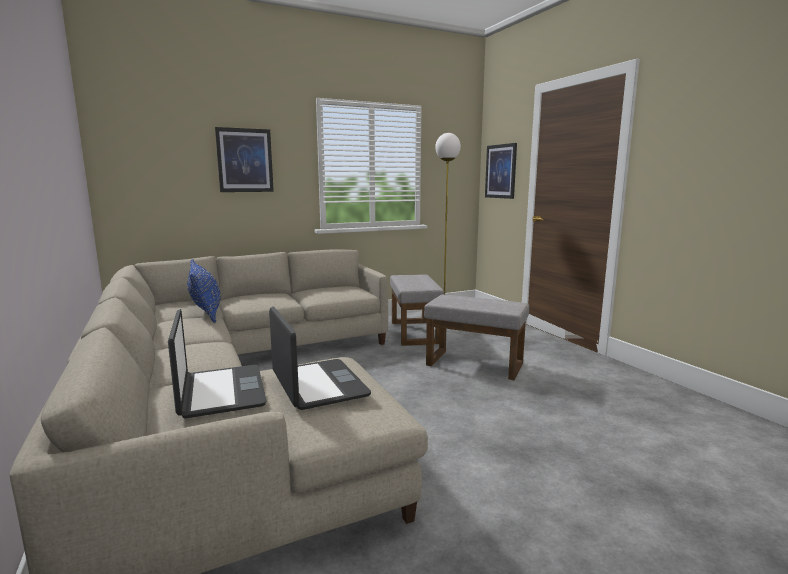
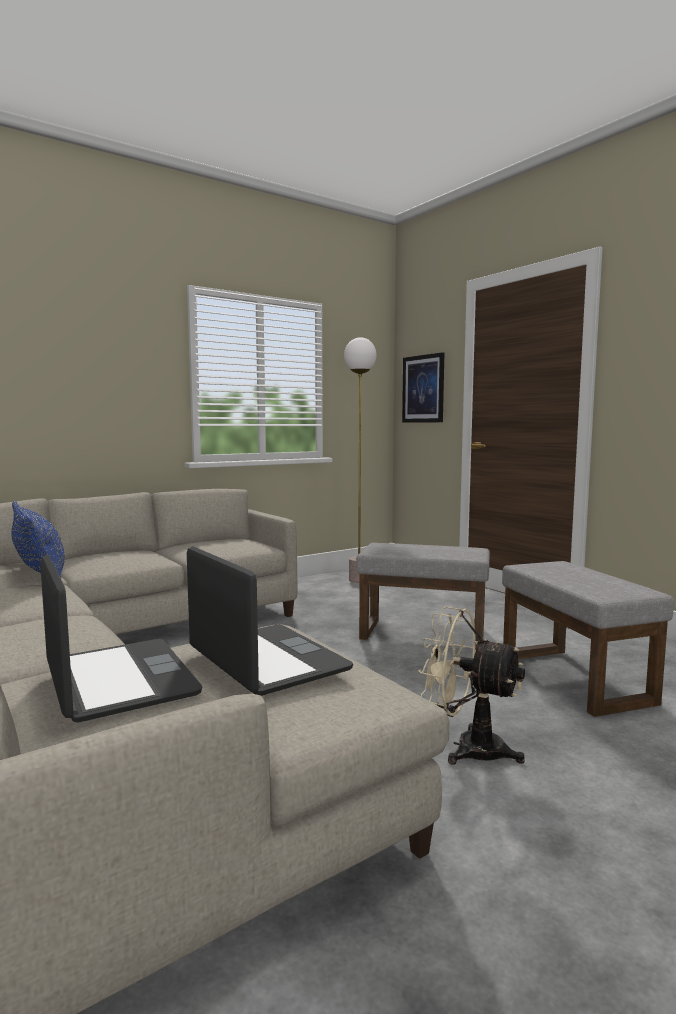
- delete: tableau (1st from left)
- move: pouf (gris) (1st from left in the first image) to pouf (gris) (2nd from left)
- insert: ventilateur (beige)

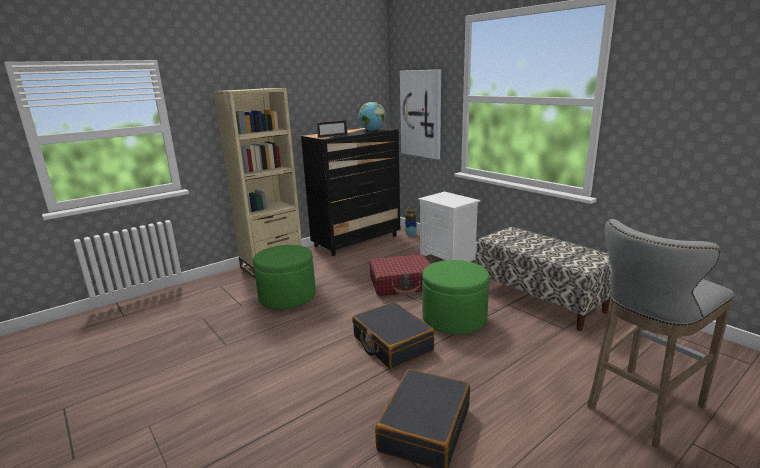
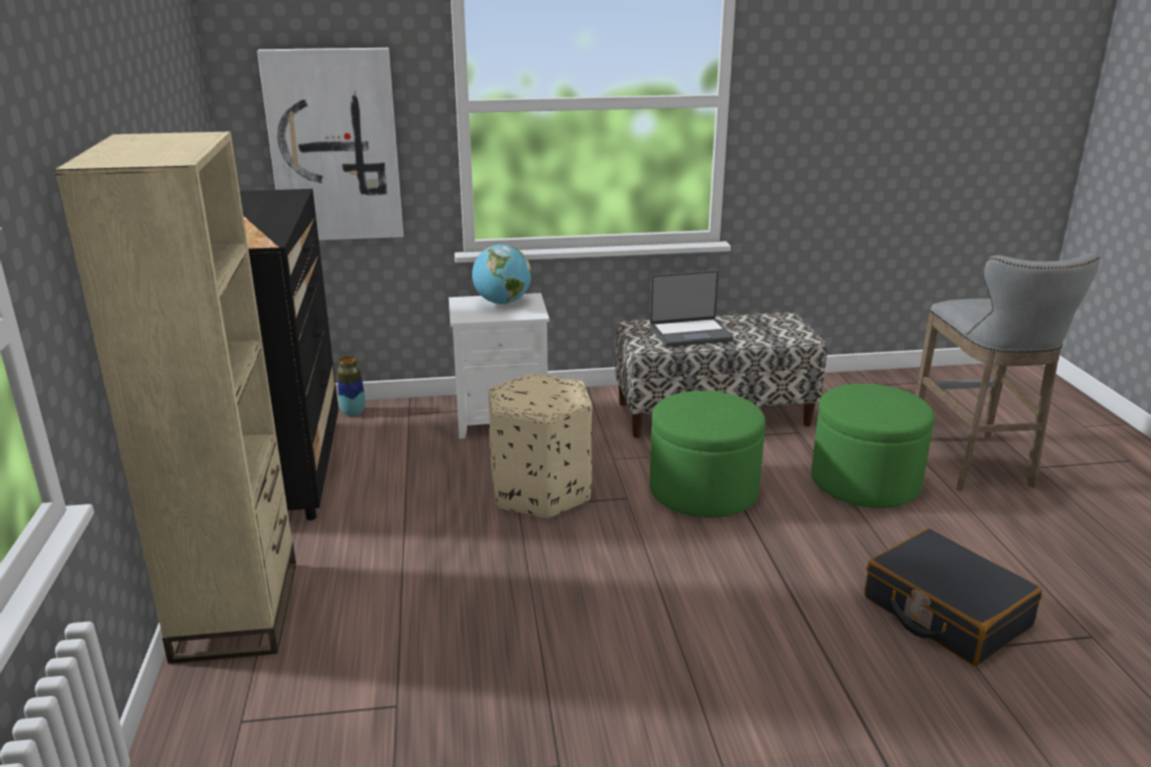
- move: globe
- delete: cadre photo
- move: pouf (vert) (1st from left in the first image) to pouf (vert) (2nd from left)
- replace: valise (rouge) to pouf (beige)
- delete: valise (noir) (1st from left)
- insert: ordinateur portable

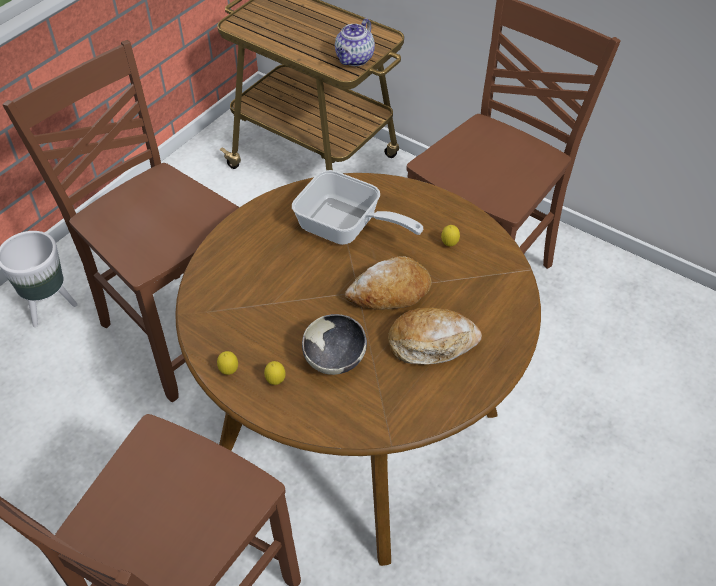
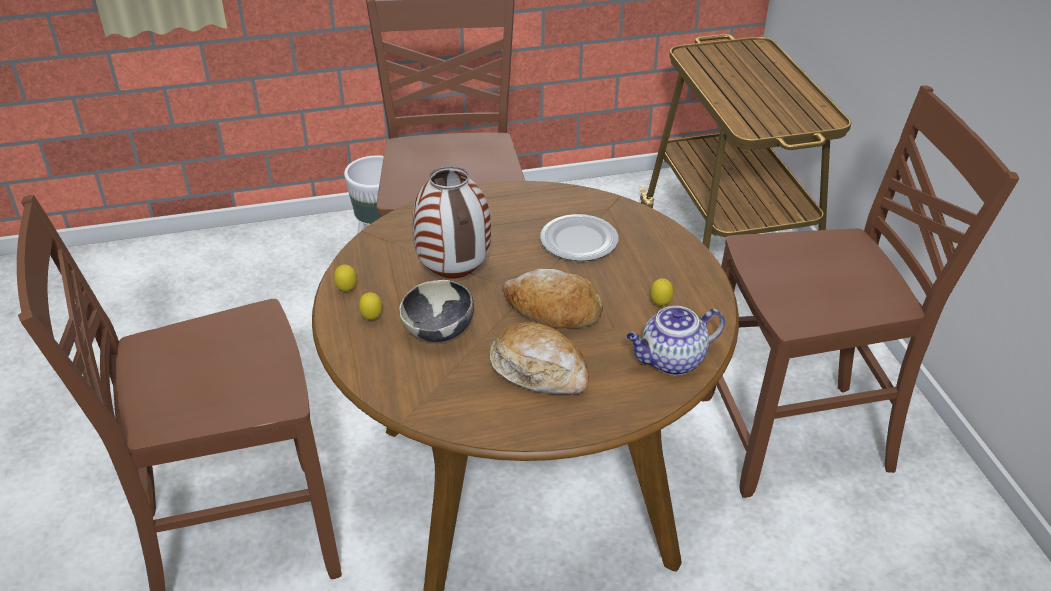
- move: théière
- replace: poêle to assiette
- insert: vase

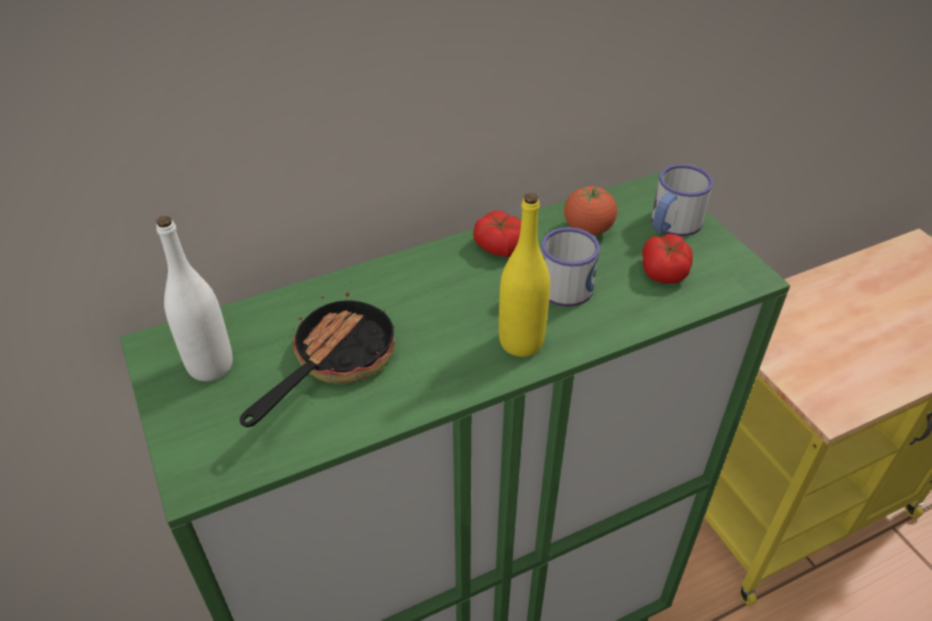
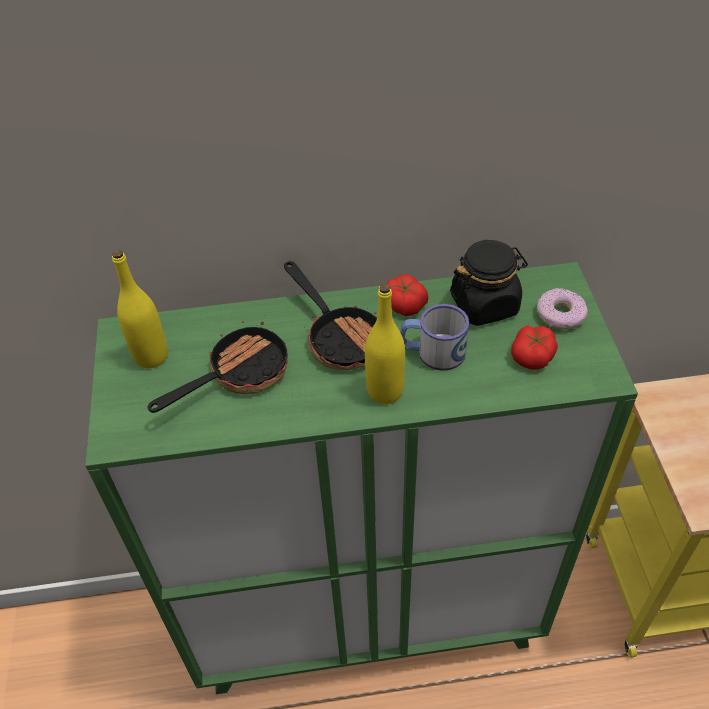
- replace: mug (2nd from left) to beignet
- replace: tomate (2nd from left) to bocal (noir)
- recolor: bouteille (blanc) to bouteille (jaune) (1st from left)
- insert: poêle (2nd from left)

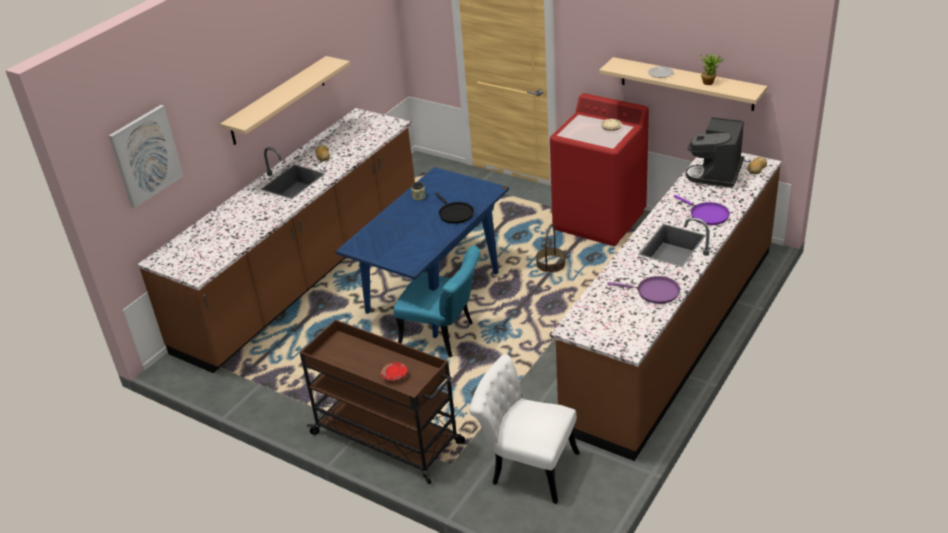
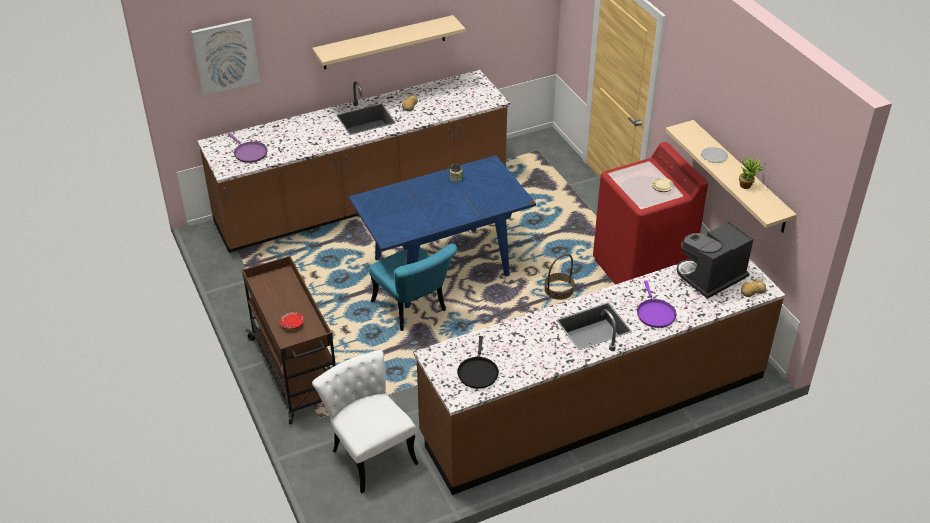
- move: poêle (noir)
- move: poêle (violet) (1st from left)

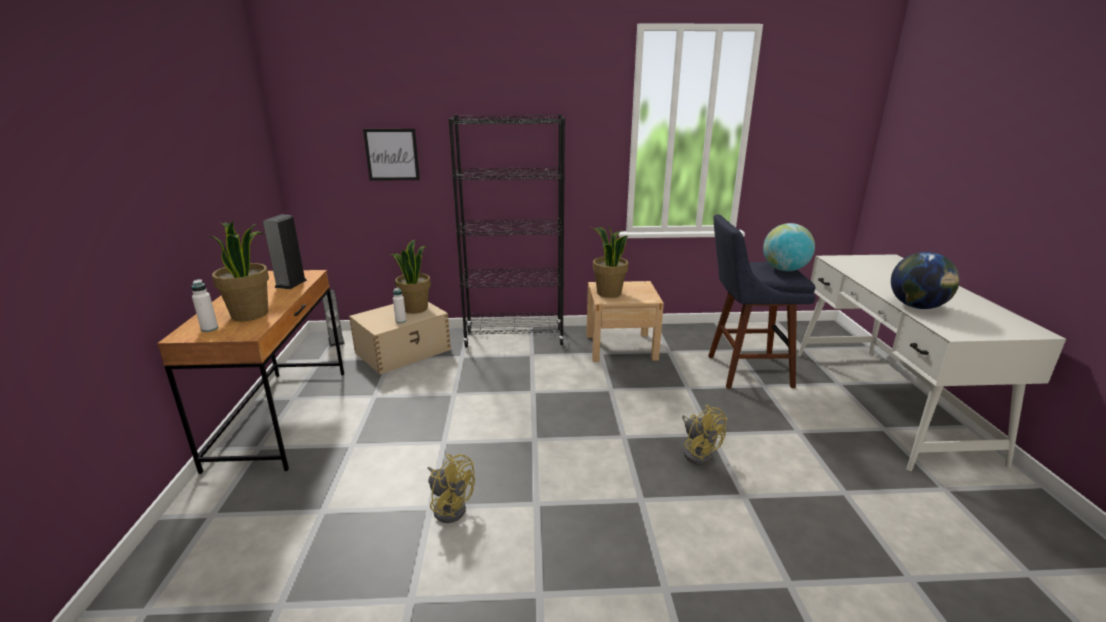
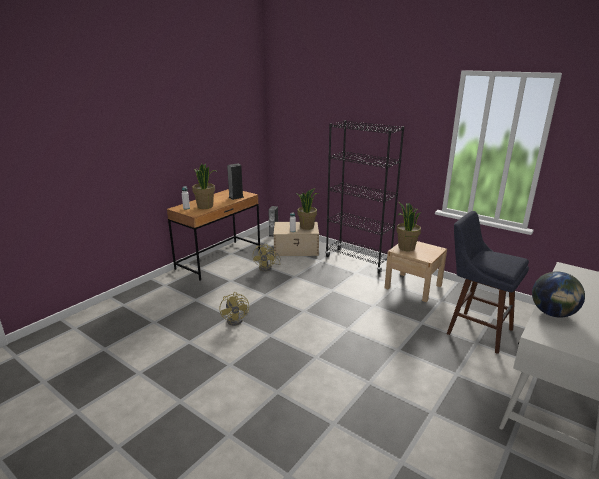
- delete: tableau
- delete: globe (1st from left)
- move: ventilateur (jaune) (2nd from left)

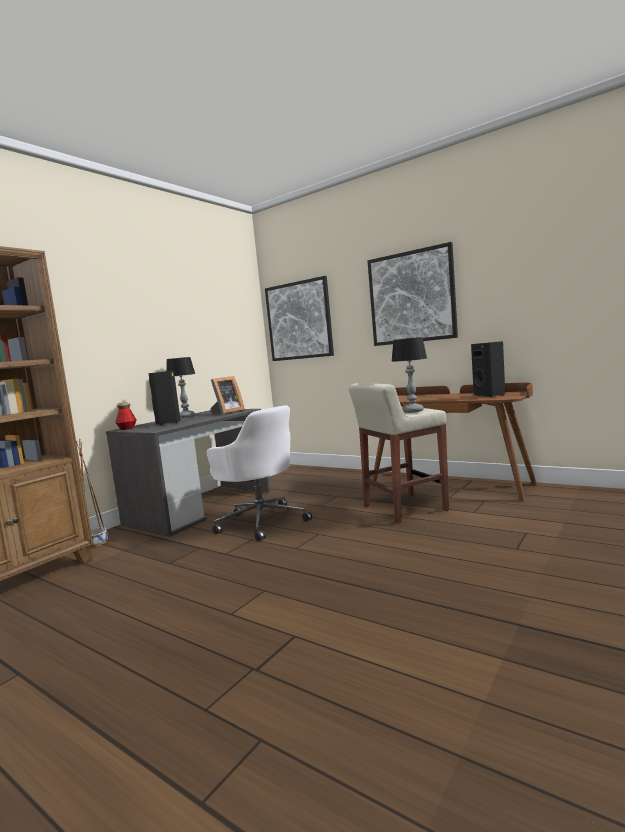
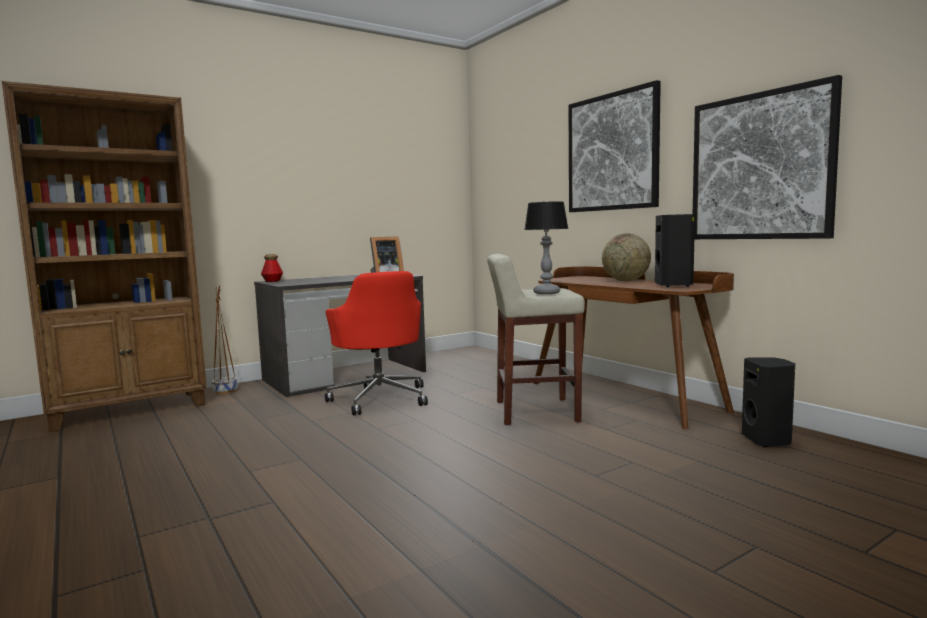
- move: tableau (1st from left in the first image) to tableau (2nd from left)
- delete: lampe de table (1st from left)
- move: enceinte (noir) (1st from left in the first image) to enceinte (noir) (2nd from left)
- recolor: chaise de bureau (blanc) to chaise de bureau (rouge)
- insert: globe

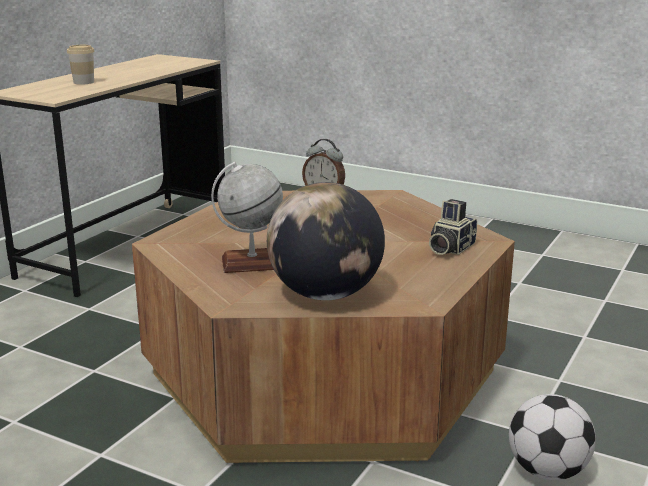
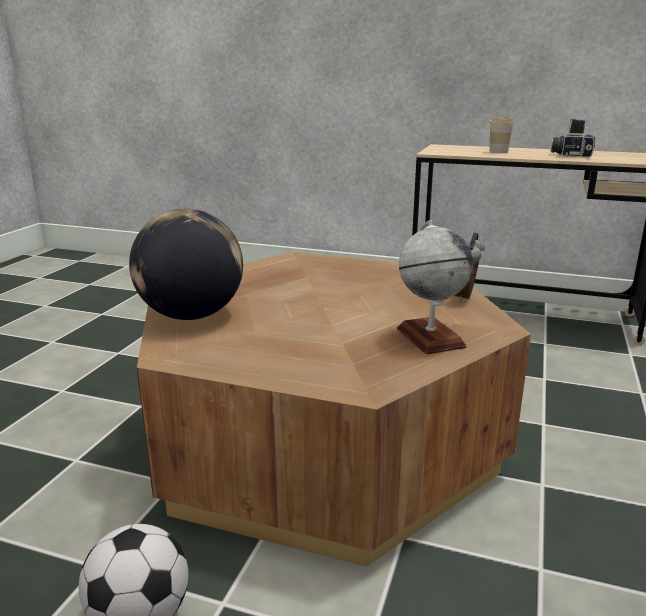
- move: globe (1st from left in the first image) to globe (2nd from left)
- move: appareil photo

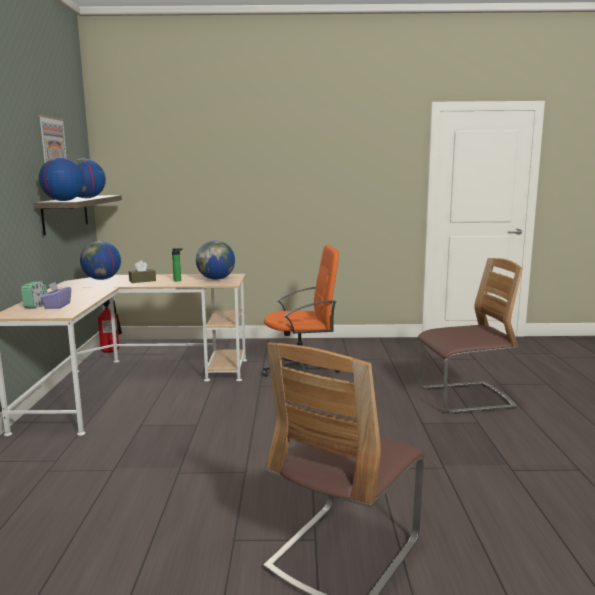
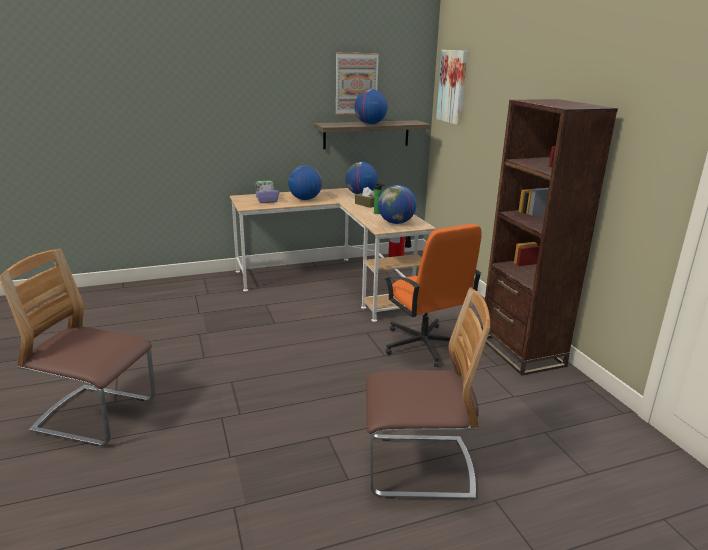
- move: globe (1st from left)
- rotate: chaise (2nd from left) 60 degrees counterclockwise
- insert: tableau (2nd from left)
- insert: bibliothèque (marron)

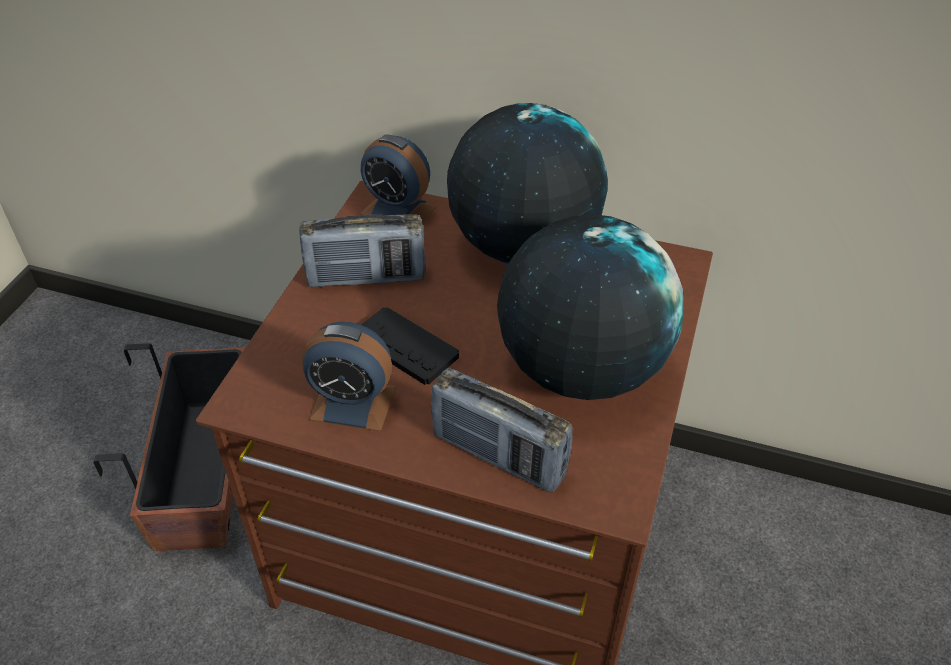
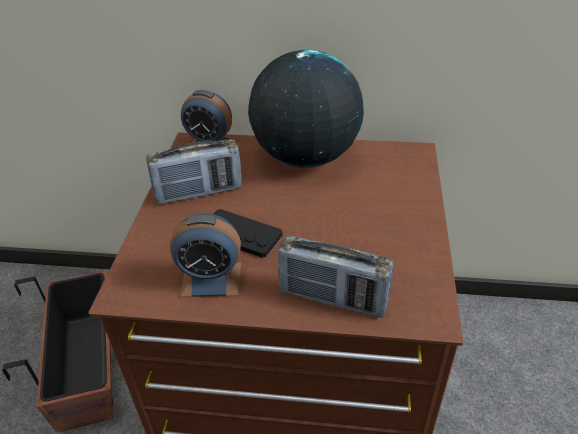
- delete: globe (2nd from left)

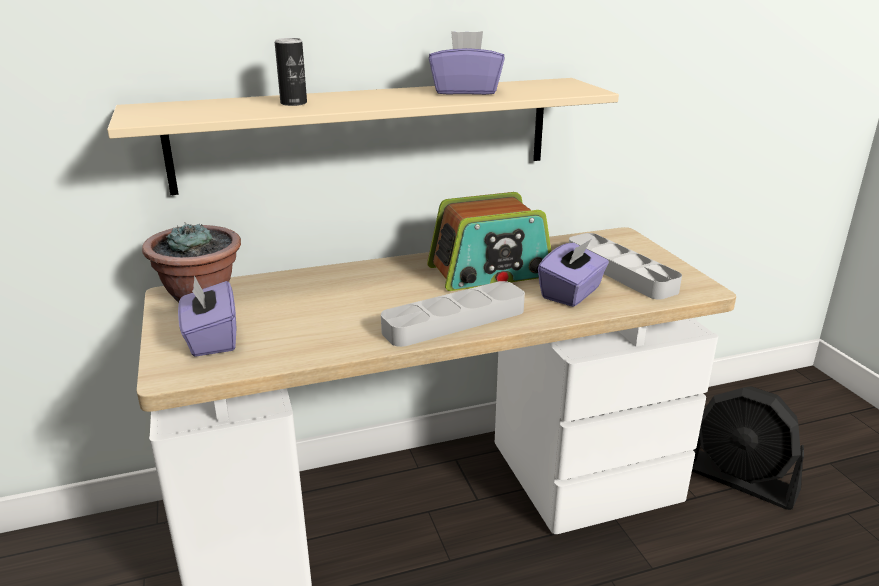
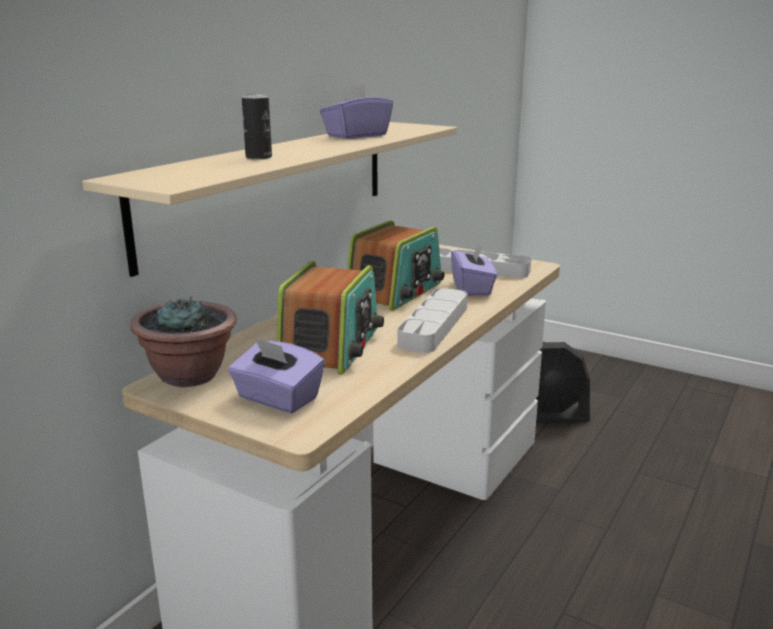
- insert: radio (1st from left)

